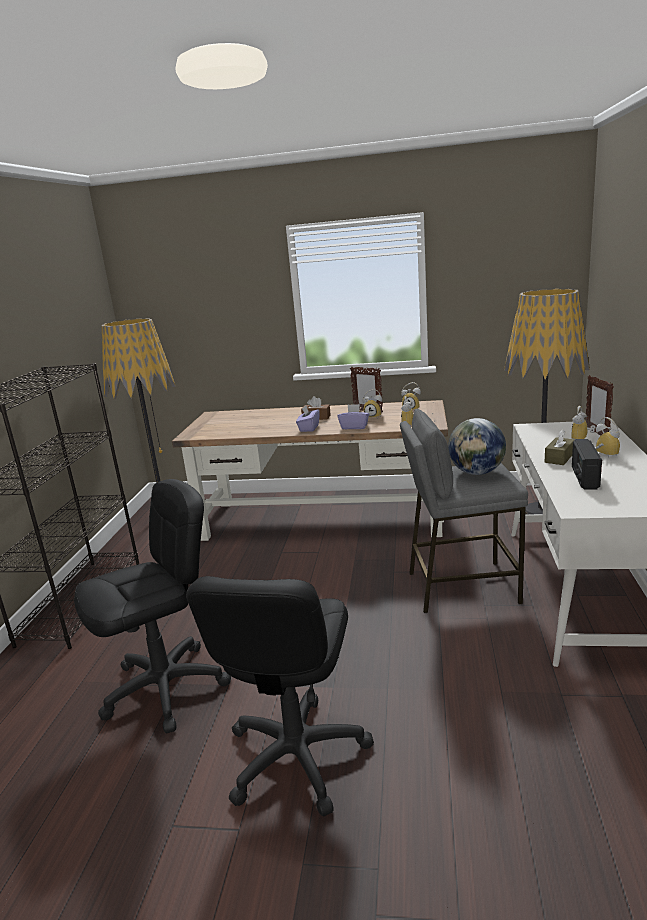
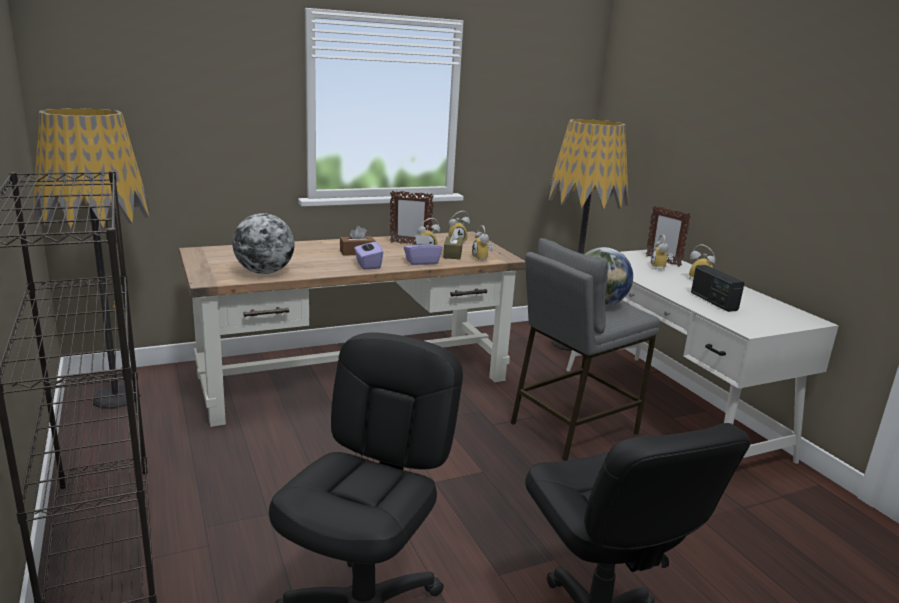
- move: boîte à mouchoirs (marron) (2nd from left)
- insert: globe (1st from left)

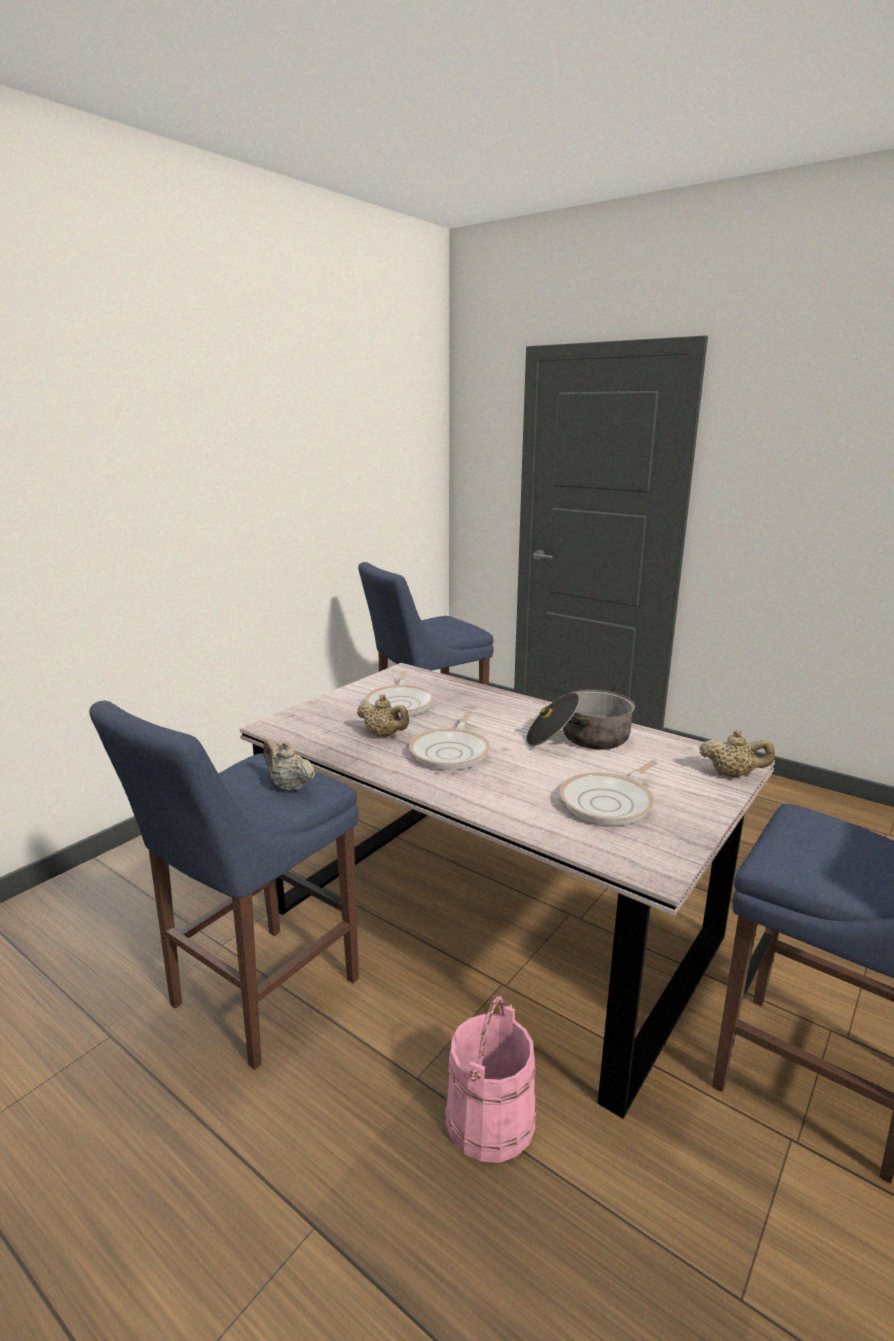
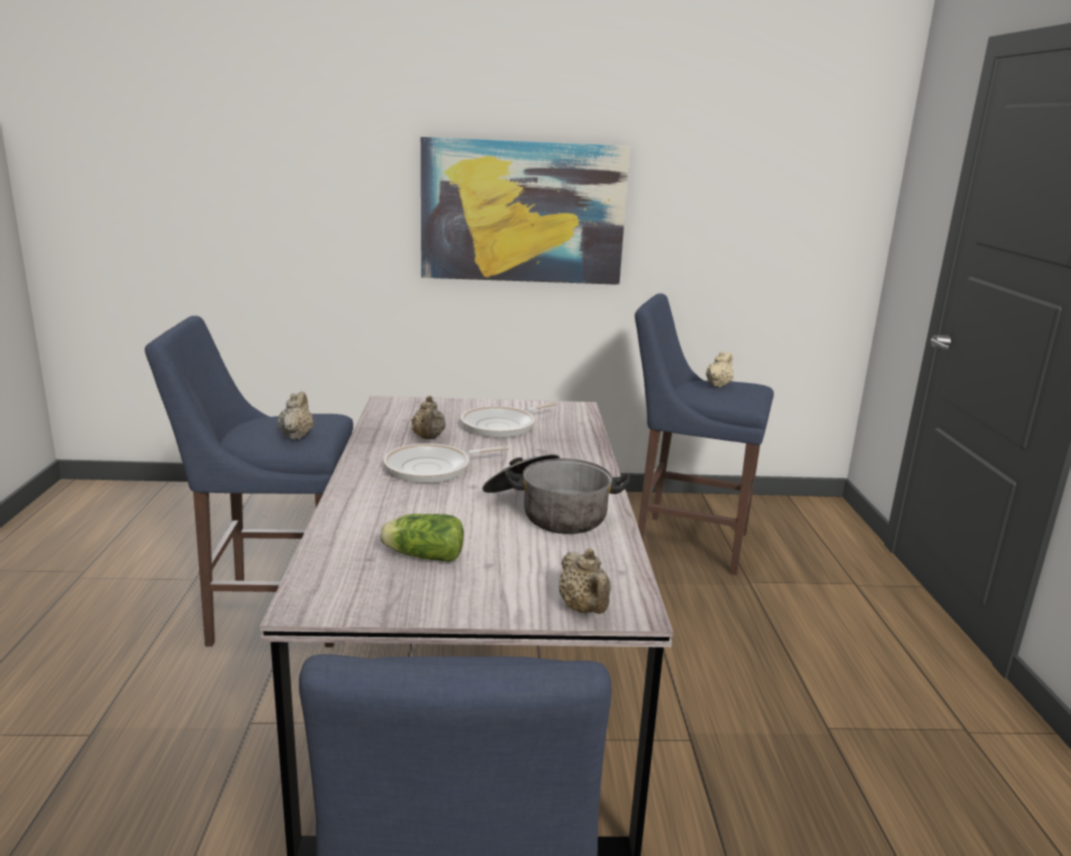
- replace: poêle (3rd from left) to laitue
- delete: seau (rose)
- insert: tableau
- insert: théière (beige) (4th from left)

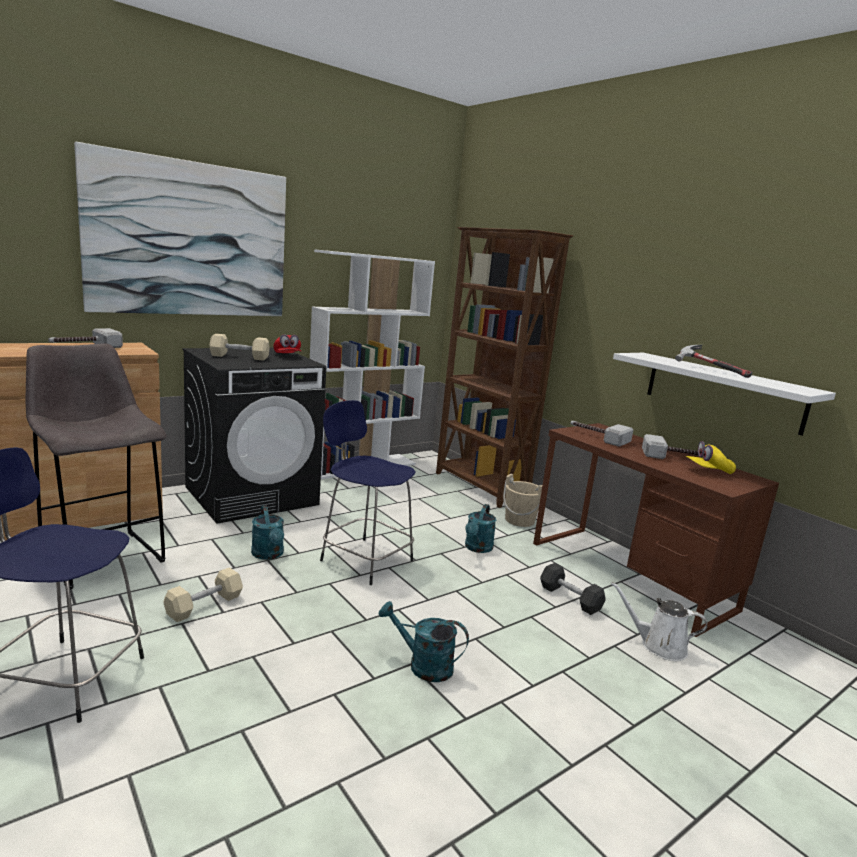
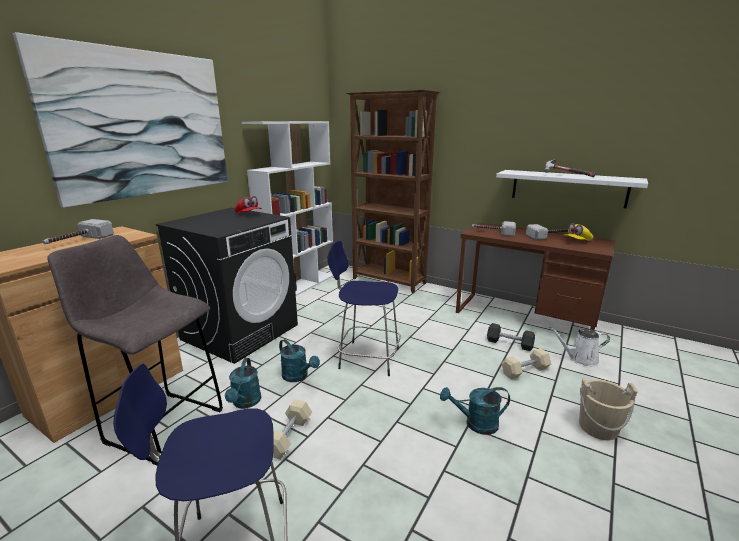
- move: haltère (beige) (2nd from left)
- move: seau (beige)
- move: arrosoir (turquoise) (3rd from left in the first image) to arrosoir (turquoise) (1st from left)

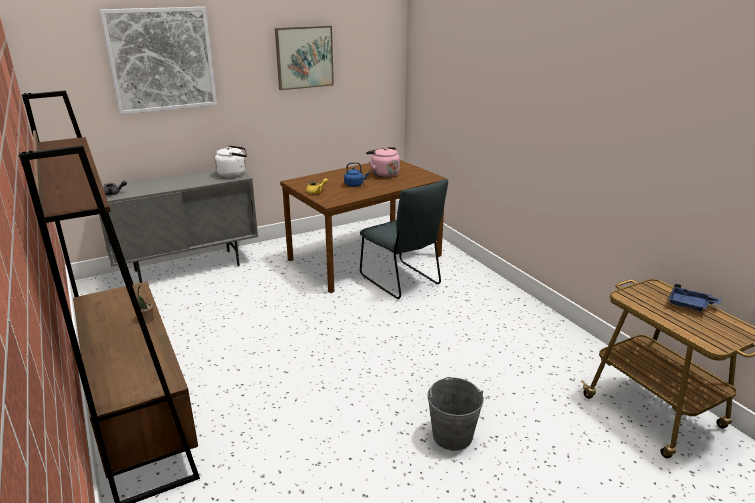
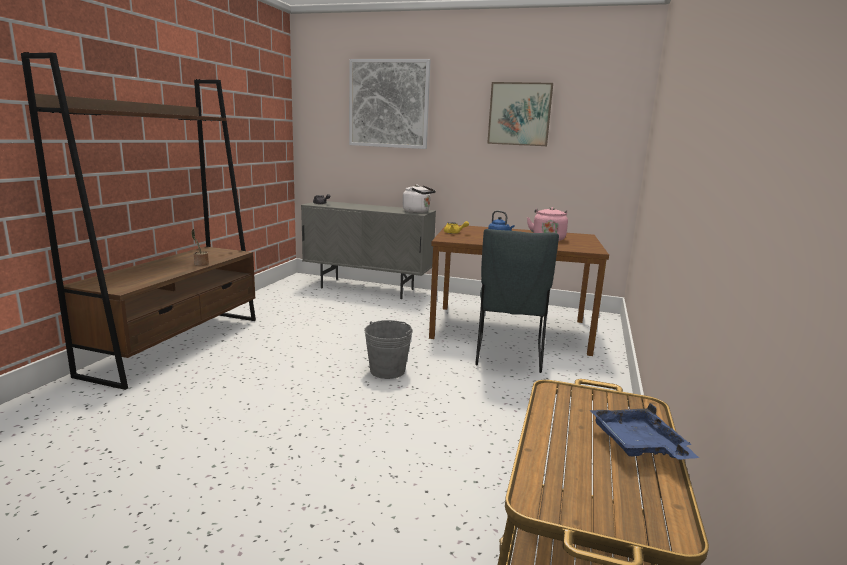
- move: seau (gris)

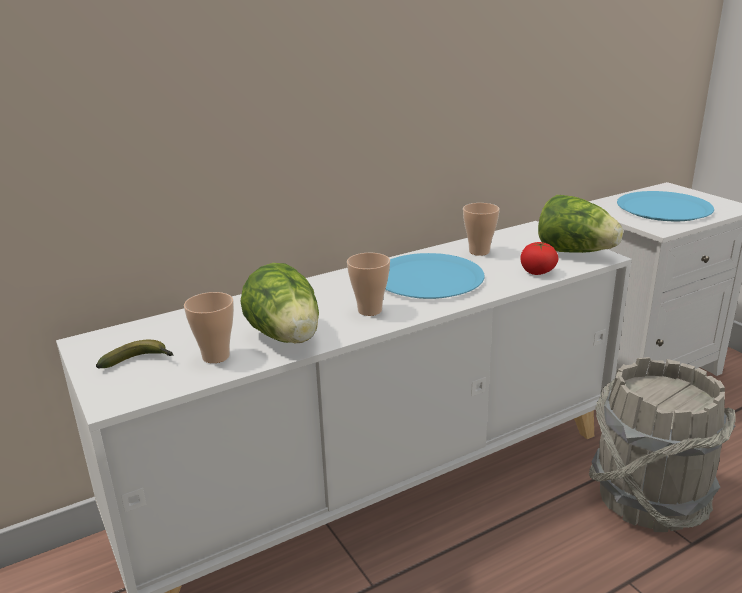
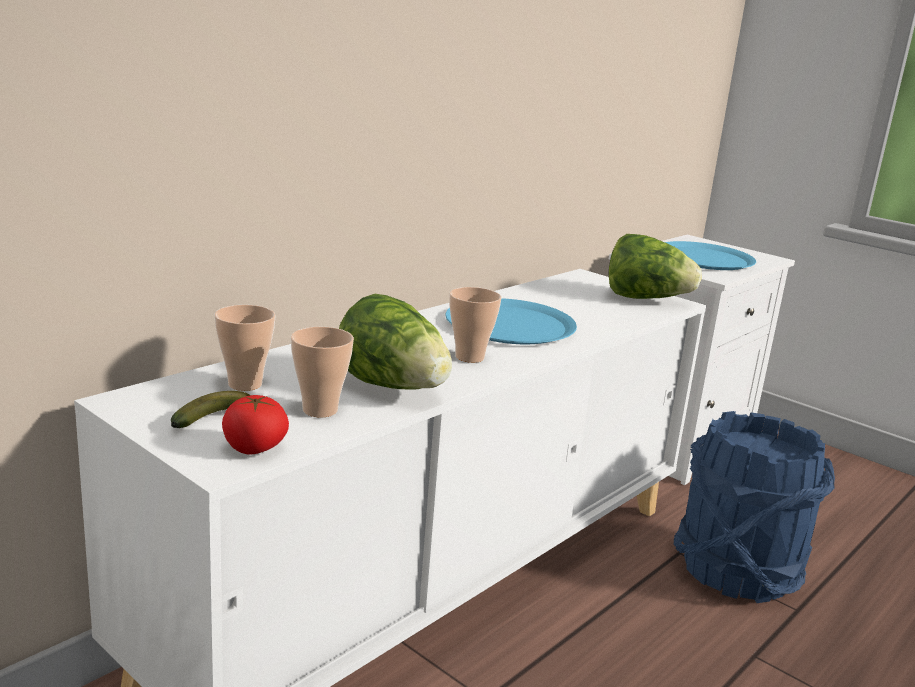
- move: tasse (3rd from left in the first image) to tasse (1st from left)
- move: tomate
- recolor: seau (gris) to seau (bleu)

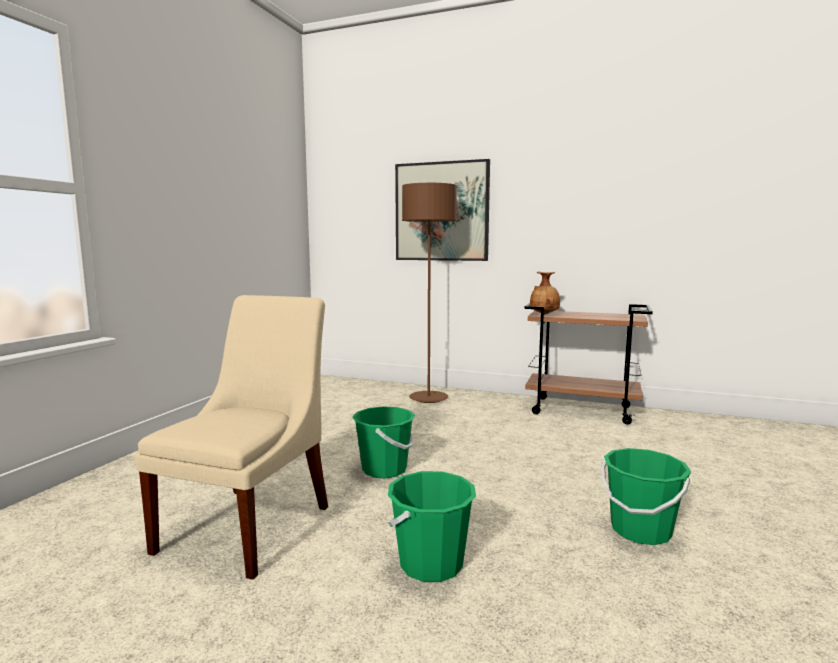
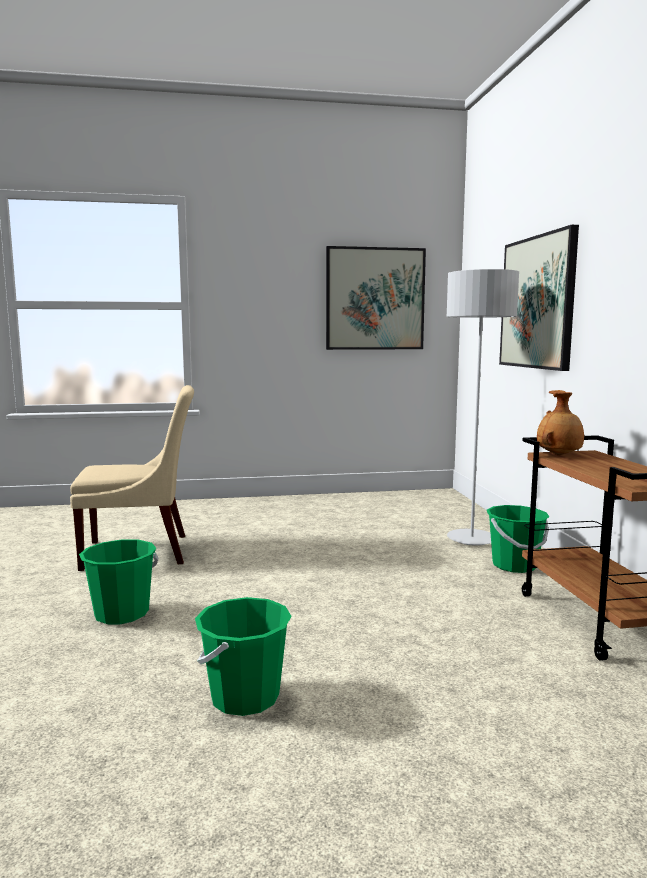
- recolor: lampadaire (marron) to lampadaire (gris)
- move: seau (vert) (1st from left in the first image) to seau (vert) (3rd from left)
- insert: tableau (1st from left)

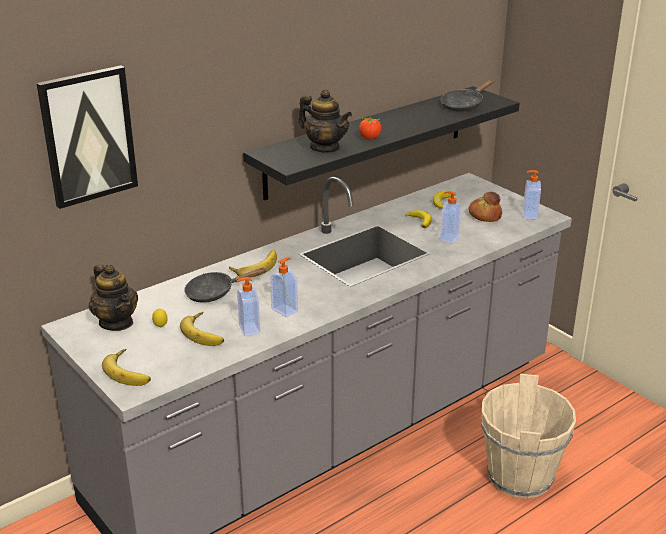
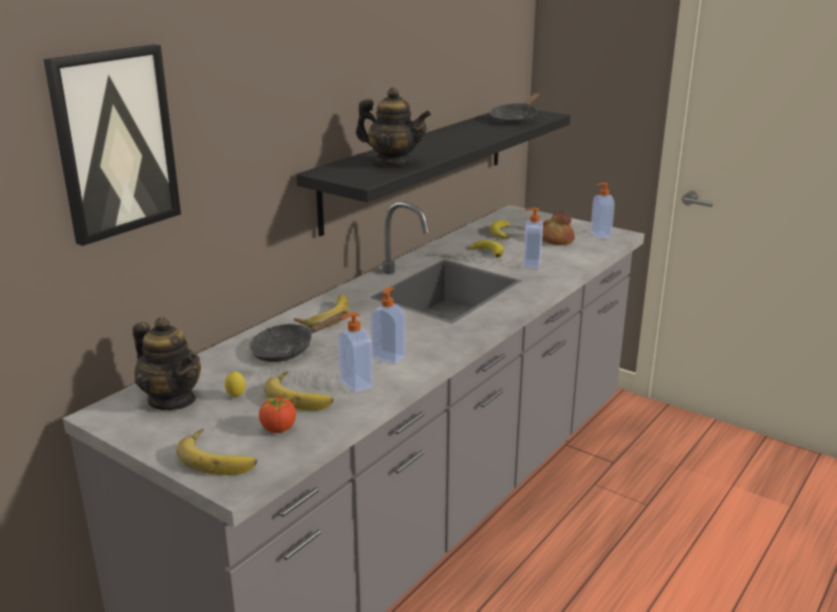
- move: tomate
- delete: seau (beige)

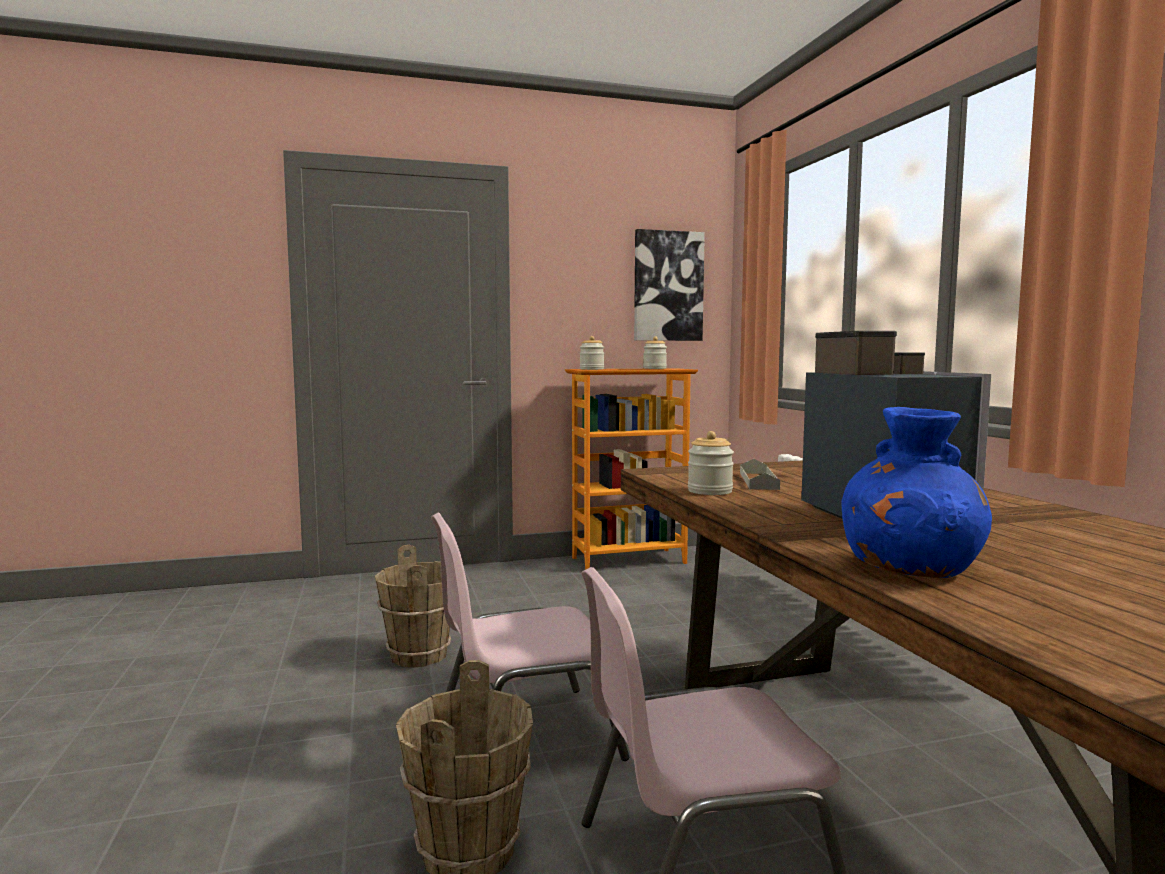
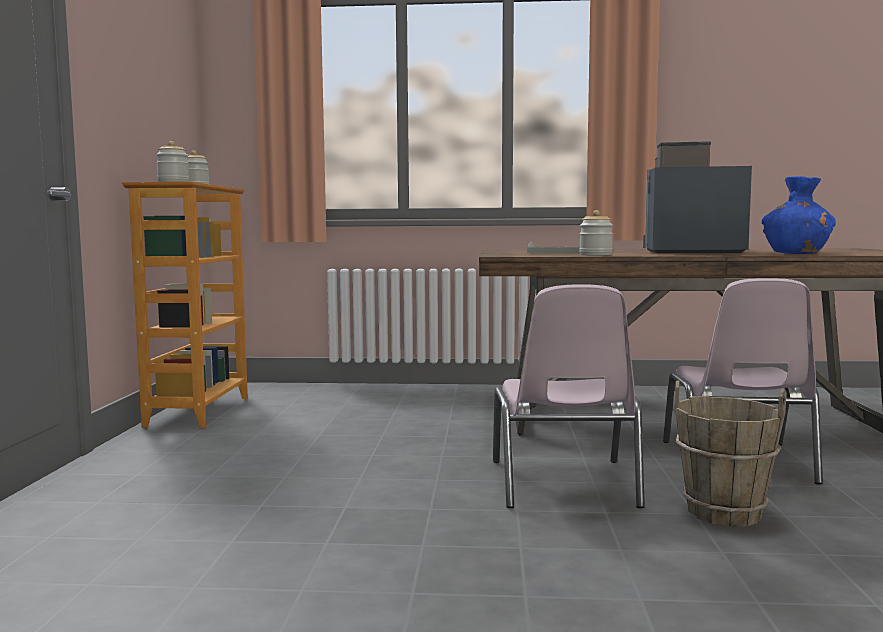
- delete: tableau
- delete: seau (marron) (1st from left)

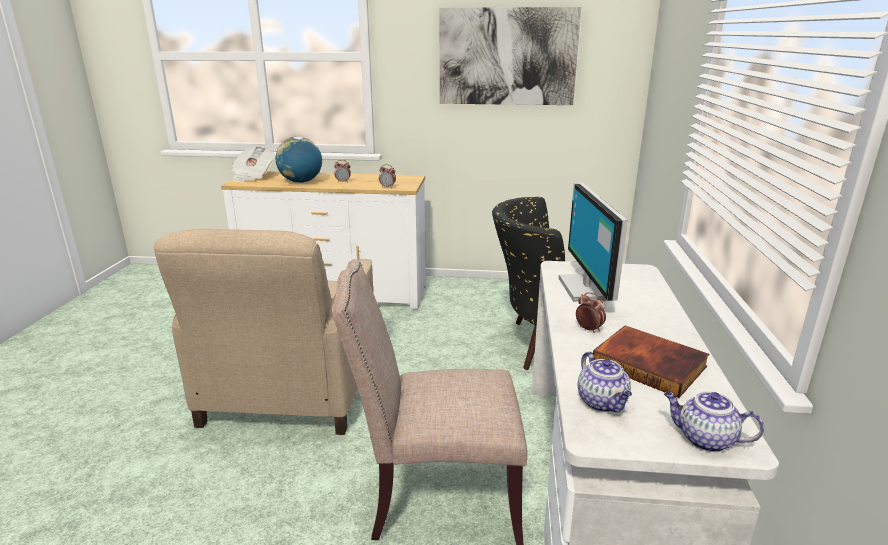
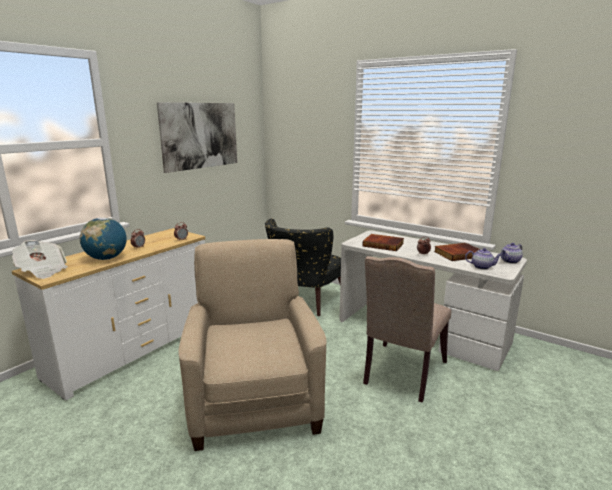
- replace: écran d'ordinateur to livre (1st from left)
- rotate: fauteuil (beige) 135 degrees counterclockwise

